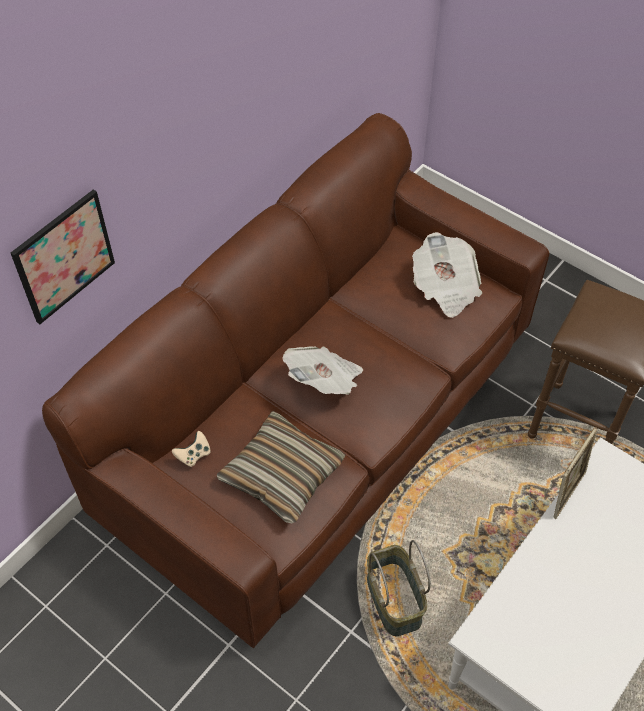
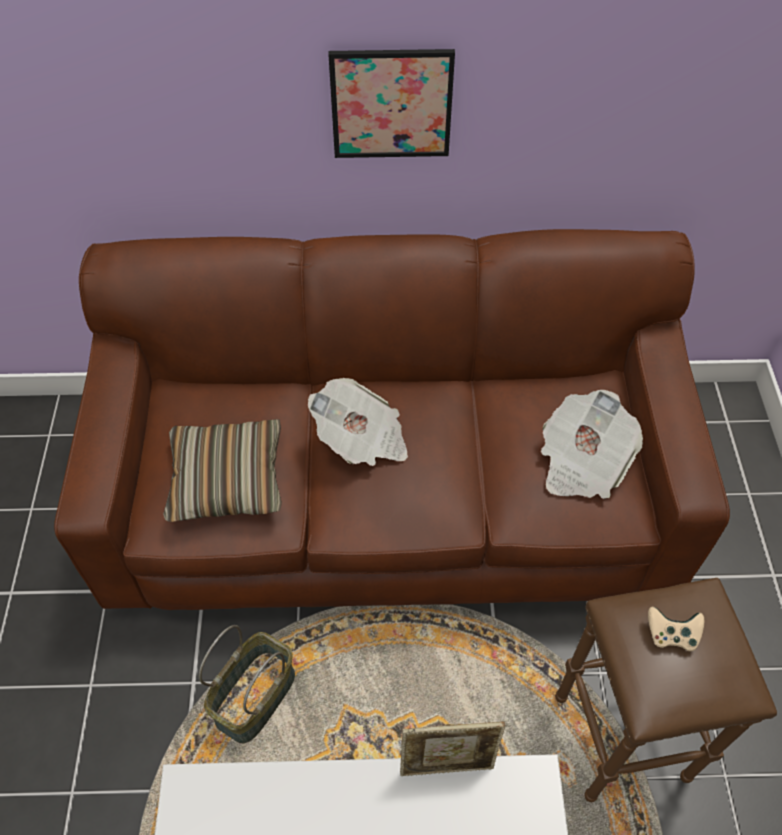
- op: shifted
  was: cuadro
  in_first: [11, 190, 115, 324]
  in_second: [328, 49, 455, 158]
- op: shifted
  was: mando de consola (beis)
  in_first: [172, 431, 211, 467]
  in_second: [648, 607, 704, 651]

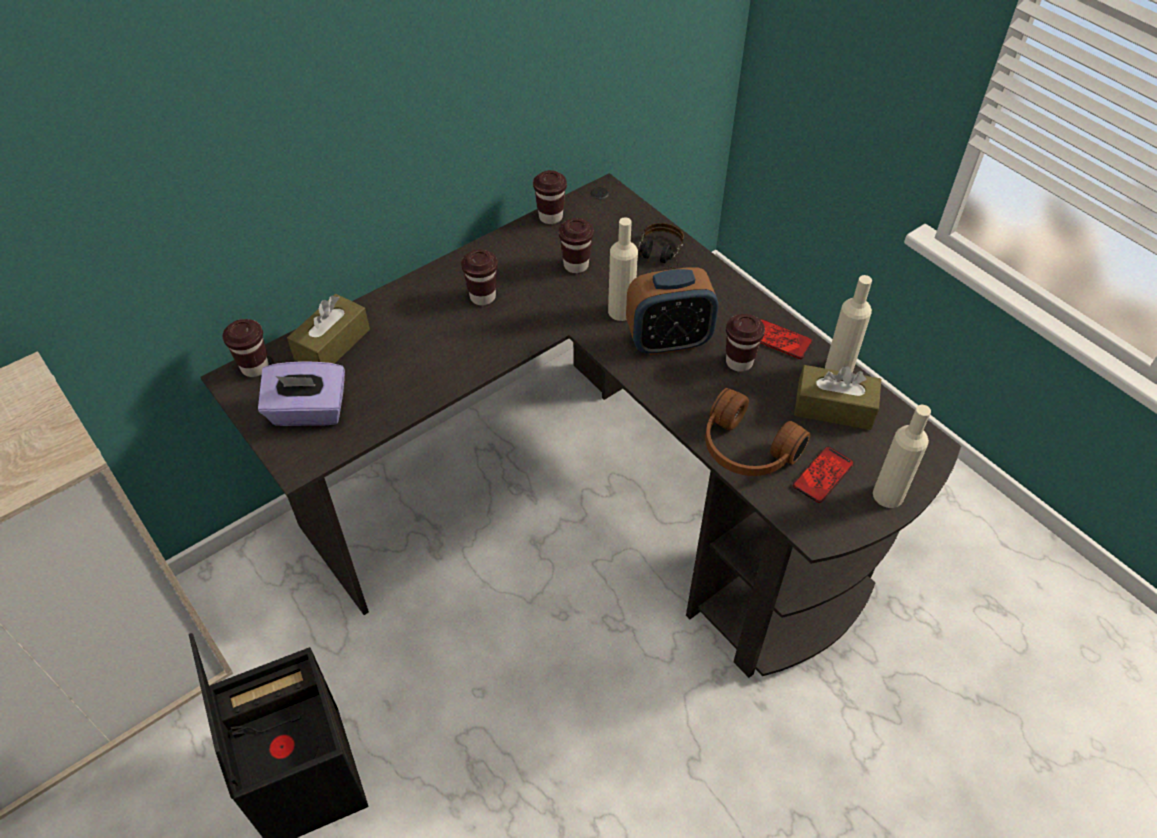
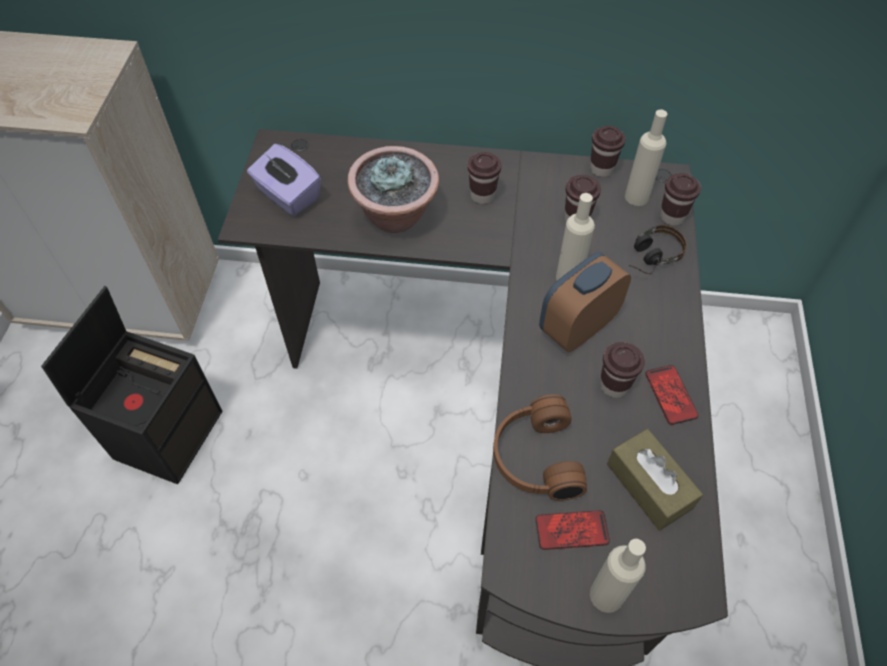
- op: shifted
  was: taza (marrón)
  in_first: [222, 319, 269, 377]
  in_second: [660, 173, 701, 226]
- op: gone
  was: caja de pañuelos (marrón)
  in_first: [287, 294, 370, 364]
- op: rotated
  was: despertador
  in_first: [626, 267, 718, 355]
  in_second: [539, 252, 631, 352]
  clockwise: 105
- op: shifted
  was: botella (beis)
  in_first: [825, 275, 872, 373]
  in_second: [625, 109, 667, 206]
- op: new
  now: planta en maceta
  in_second: [347, 146, 439, 233]

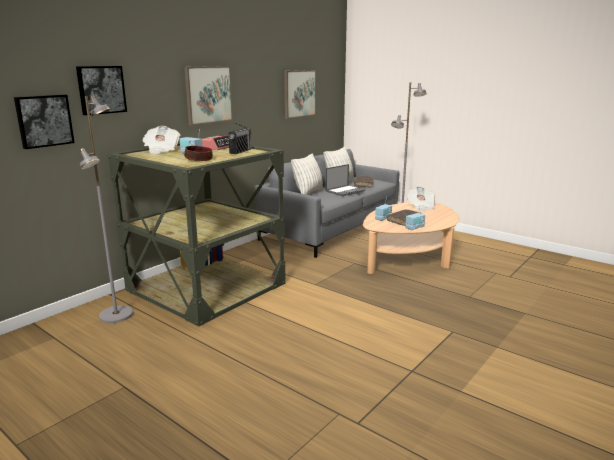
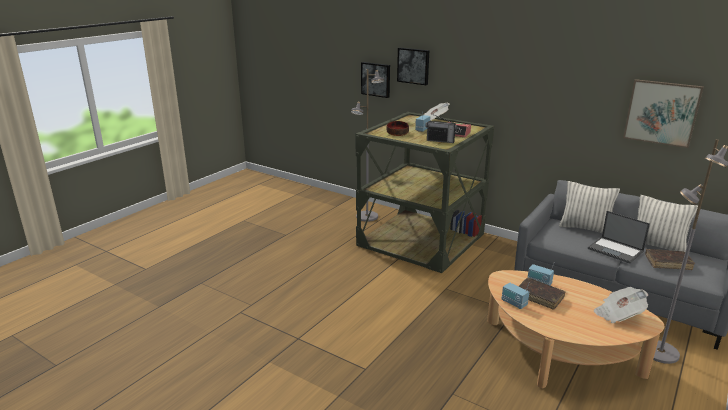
- op: gone
  was: cuadro
  in_first: [185, 66, 233, 125]

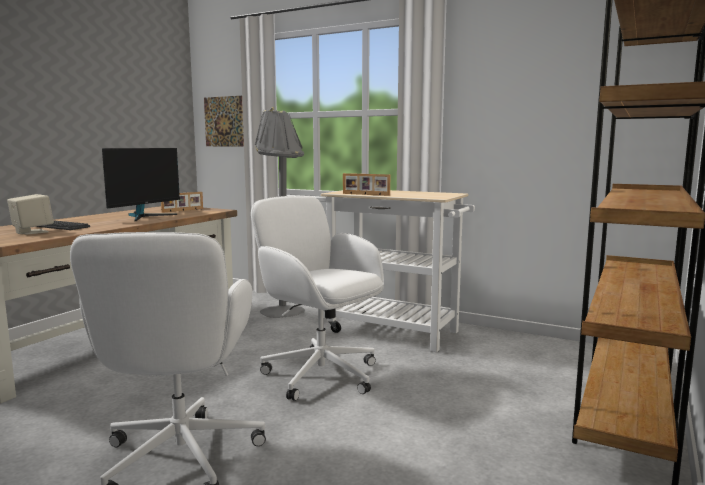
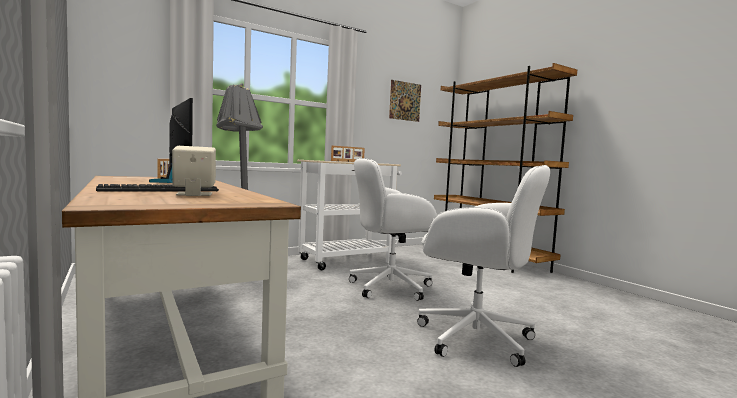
- op: shifted
  was: cuadro
  in_first: [204, 96, 244, 146]
  in_second: [389, 80, 421, 122]

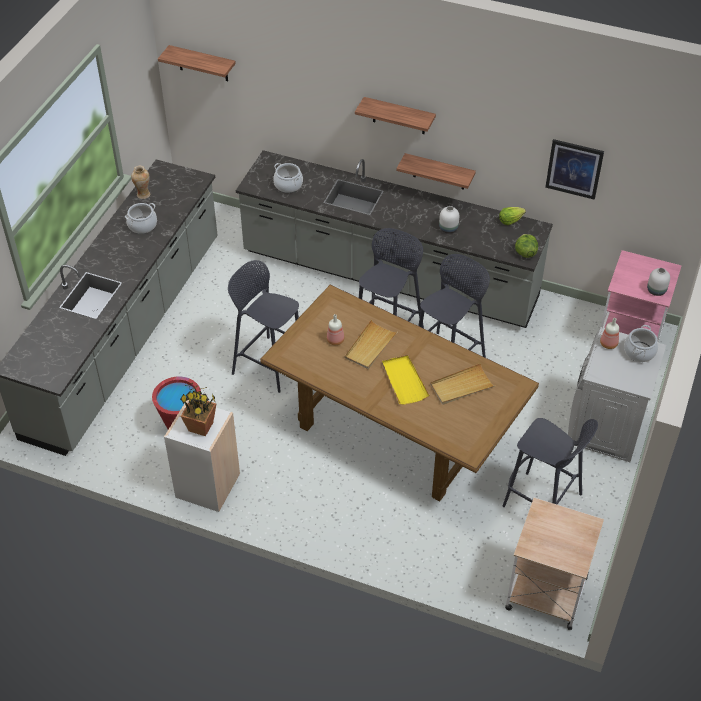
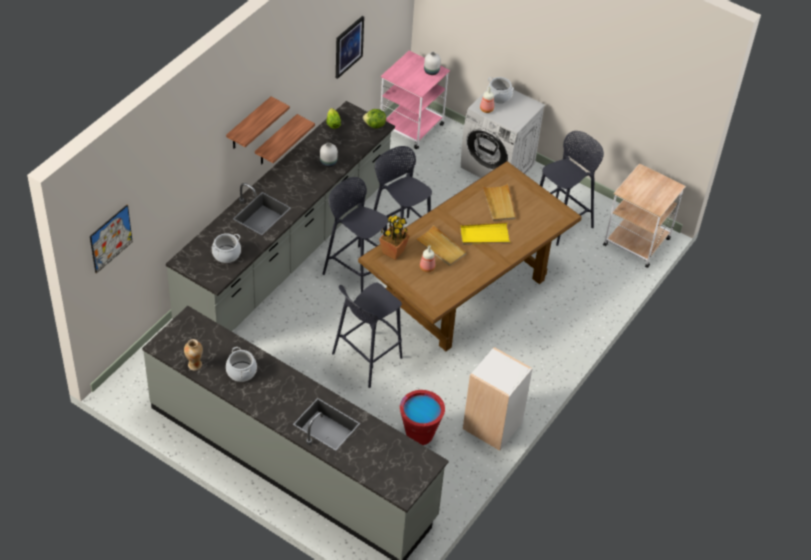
- op: swapped
  was: estante
  now: cuadro
  in_first: [158, 45, 236, 81]
  in_second: [90, 205, 133, 274]
- op: shifted
  was: planta en maceta
  in_first: [180, 383, 217, 436]
  in_second: [379, 215, 410, 260]

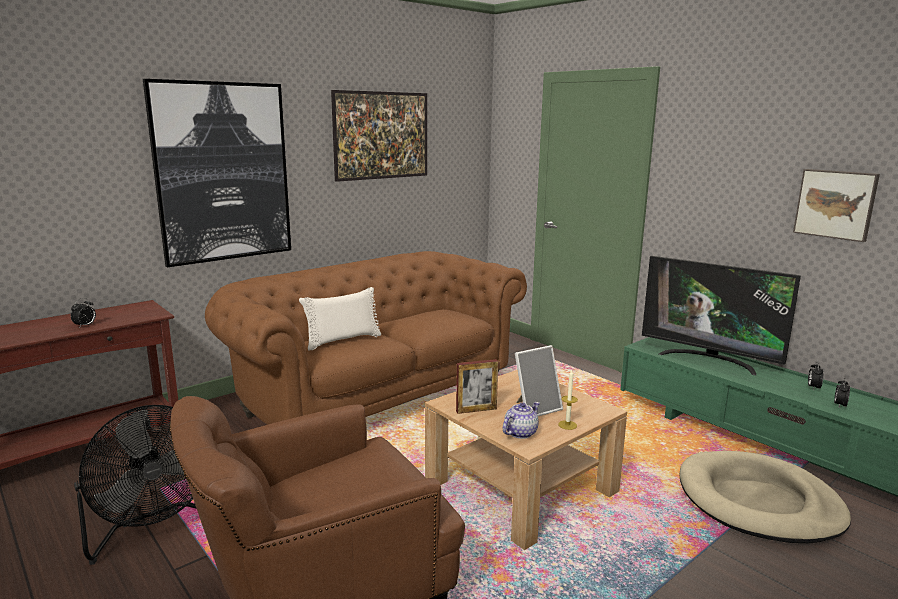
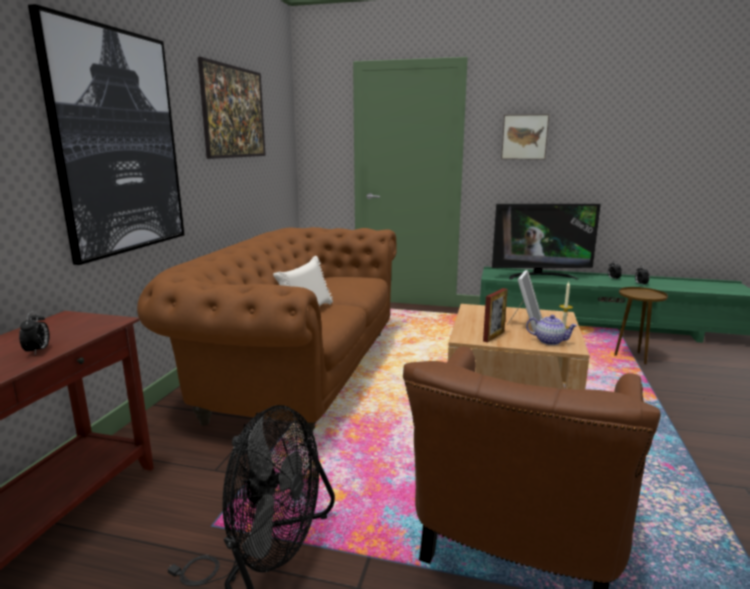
- op: rotated
  was: tetera
  in_first: [503, 402, 540, 439]
  in_second: [526, 315, 578, 345]
  clockwise: 105
- op: swapped
  was: cama para perro (beis)
  now: mesa auxiliar (marrón)
  in_first: [679, 451, 851, 543]
  in_second: [614, 287, 668, 364]
- op: shifted
  was: cuadro
  in_first: [793, 169, 880, 242]
  in_second: [501, 114, 549, 160]

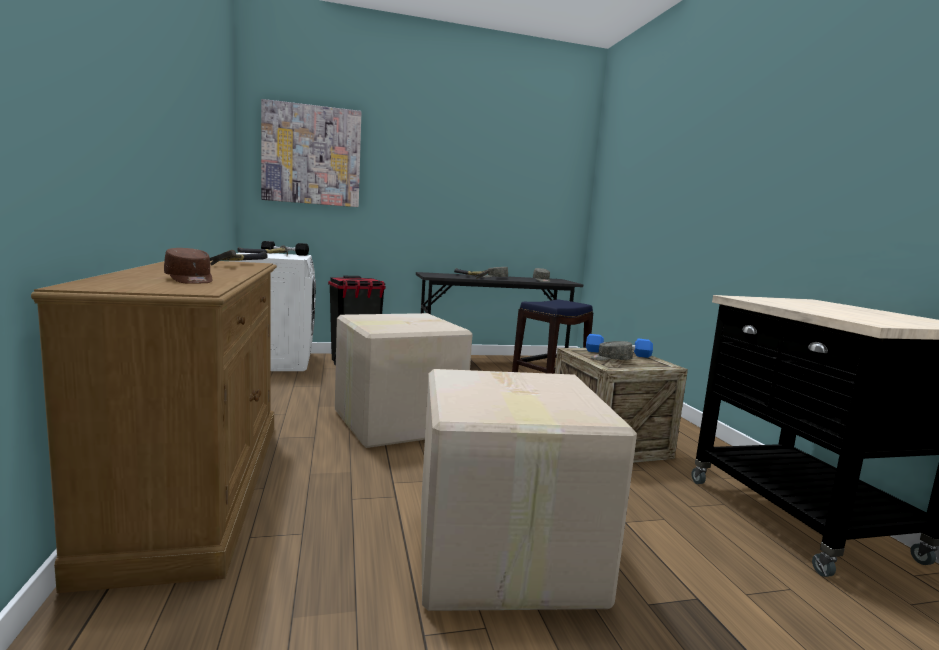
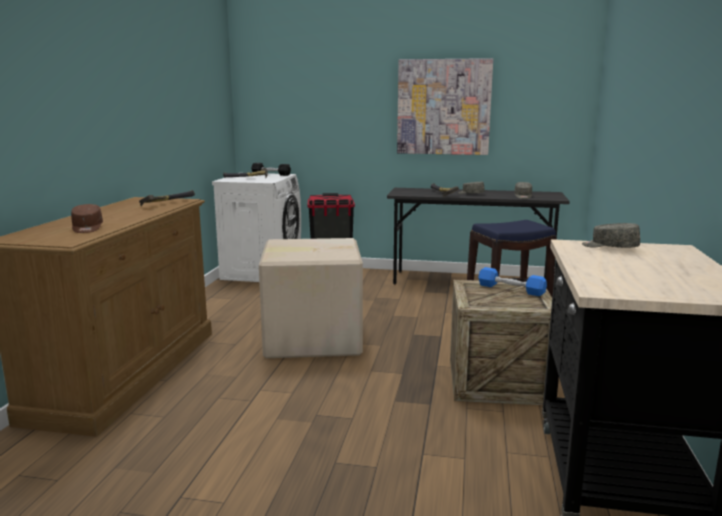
- op: shifted
  was: cuadro
  in_first: [261, 99, 361, 207]
  in_second: [397, 58, 493, 155]
- op: gone
  was: caja de cartón
  in_first: [421, 369, 637, 611]
- op: shifted
  was: gorra (gris)
  in_first: [590, 341, 633, 360]
  in_second: [582, 223, 640, 248]

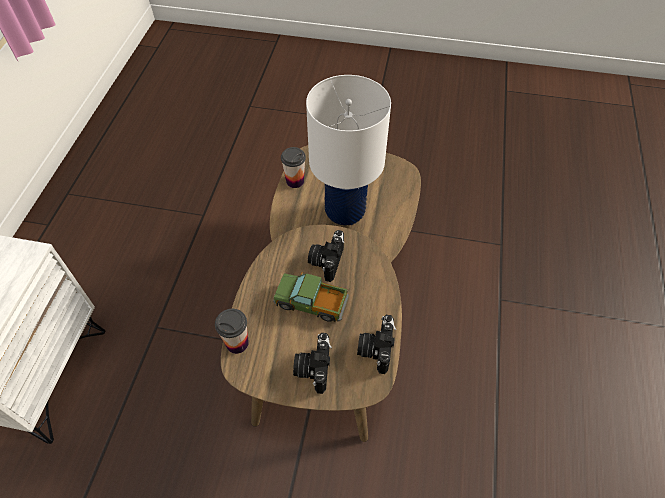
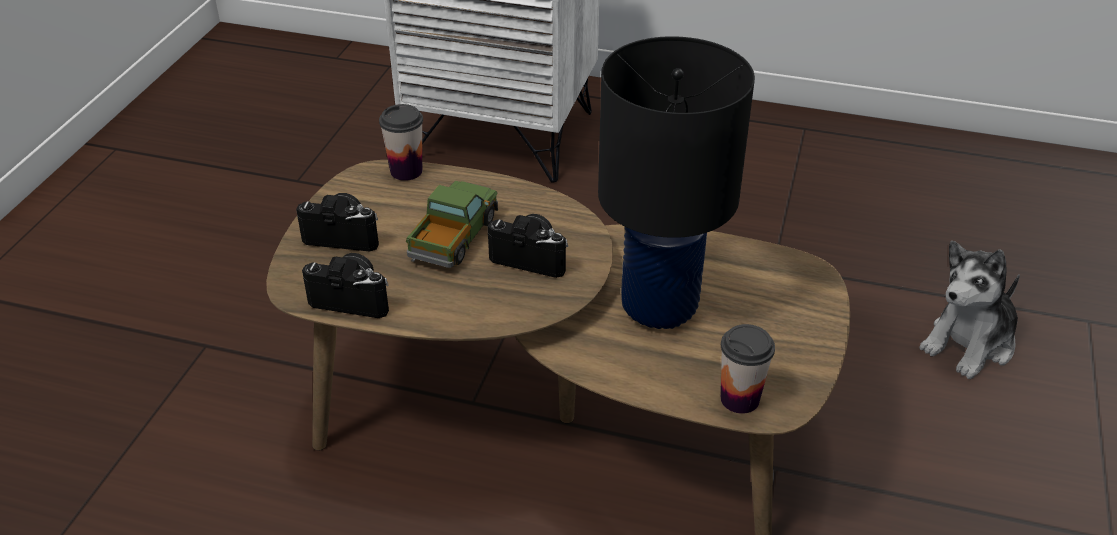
- op: shifted
  was: taza
  in_first: [281, 147, 306, 188]
  in_second: [721, 324, 775, 414]
- op: repainted
  was: lámpara de mesa (blanco)
  now: lámpara de mesa (negro)
  in_first: [306, 75, 391, 225]
  in_second: [598, 36, 755, 329]
- op: new
  now: peluche
  in_second: [919, 241, 1020, 379]

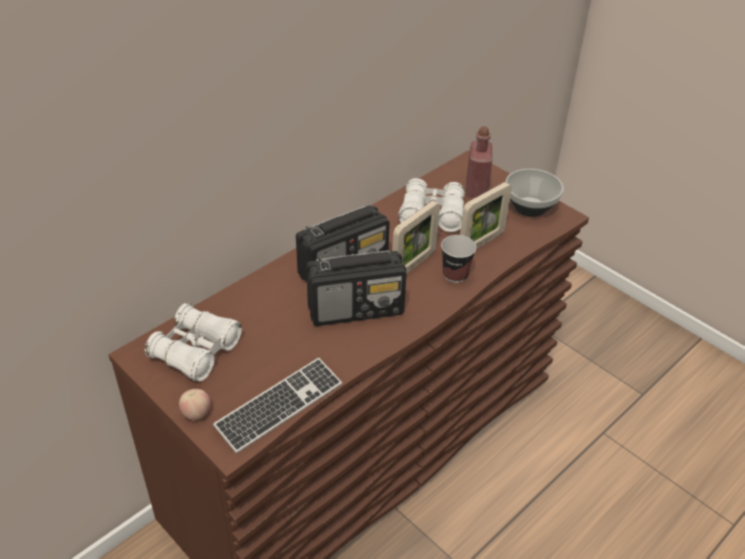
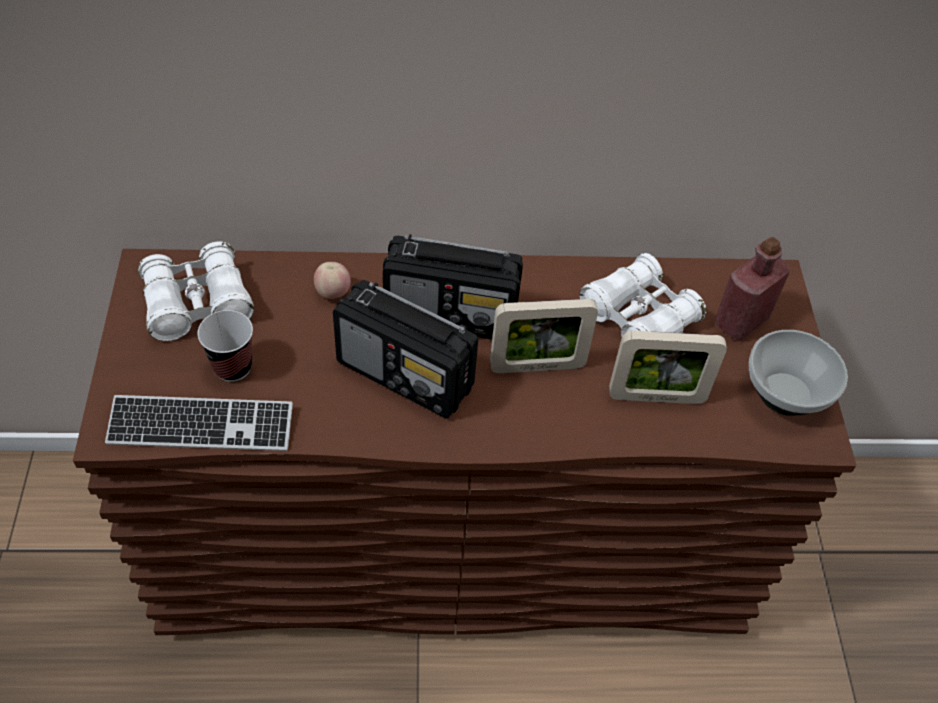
- op: shifted
  was: manzana
  in_first: [179, 389, 211, 420]
  in_second: [314, 262, 351, 299]
- op: shifted
  was: taza
  in_first: [441, 235, 476, 283]
  in_second: [197, 310, 253, 382]

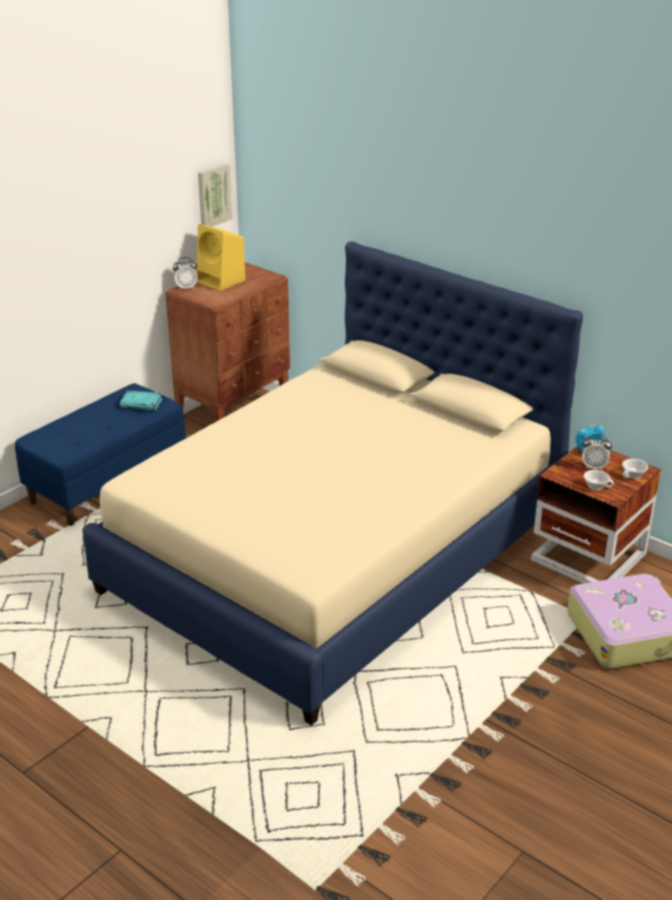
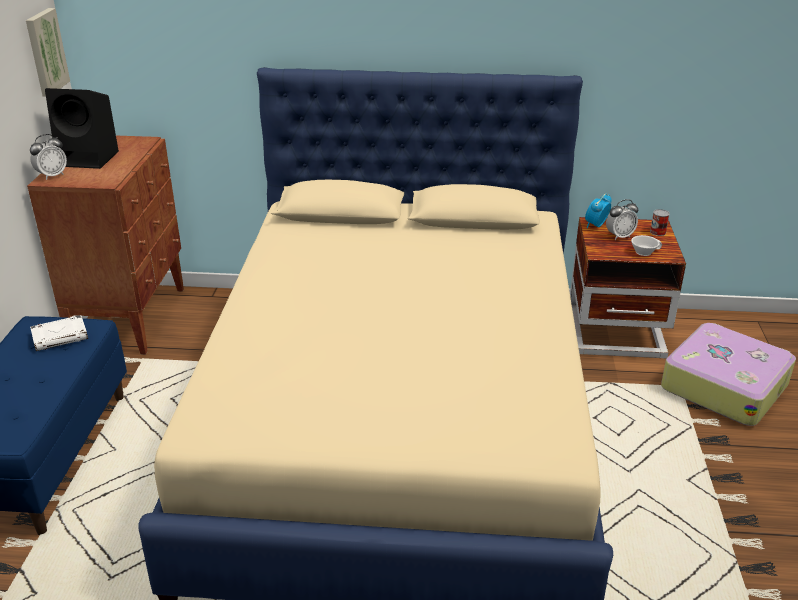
- op: repainted
  was: libro (turquesa)
  now: libro (blanco)
  in_first: [120, 391, 162, 411]
  in_second: [30, 315, 88, 351]
- op: repainted
  was: altavoz (amarillo)
  now: altavoz (negro)
  in_first: [196, 224, 245, 291]
  in_second: [45, 88, 119, 169]
- op: swapped
  was: taza (blanco)
  now: lata
  in_first: [622, 459, 648, 479]
  in_second: [650, 209, 670, 236]

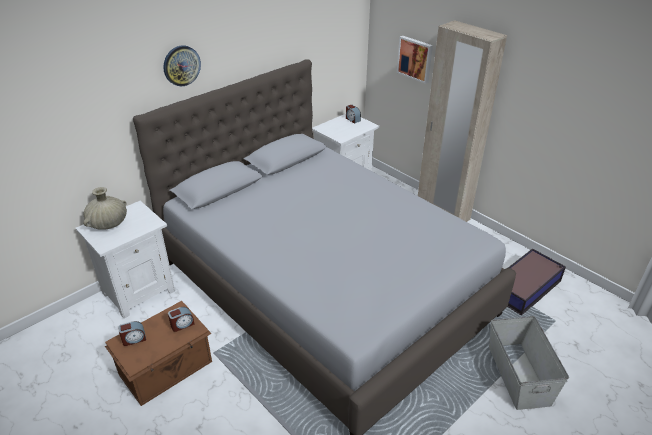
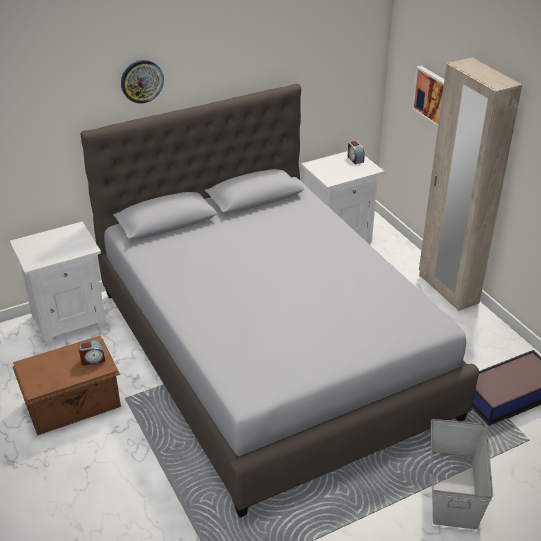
- op: gone
  was: florero (beis)
  in_first: [83, 187, 127, 230]
- op: gone
  was: despertador
  in_first: [118, 321, 146, 346]

